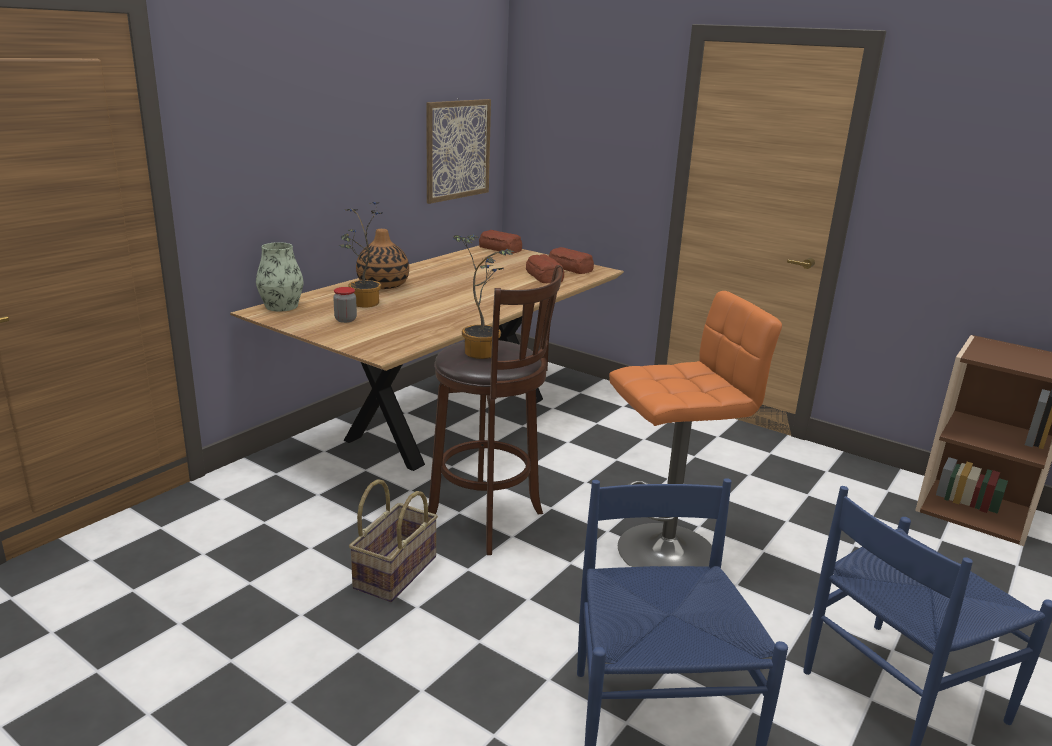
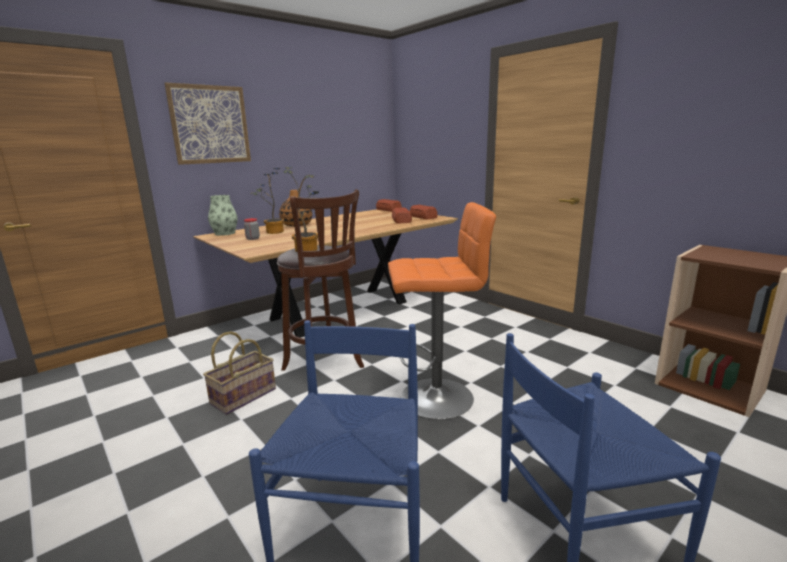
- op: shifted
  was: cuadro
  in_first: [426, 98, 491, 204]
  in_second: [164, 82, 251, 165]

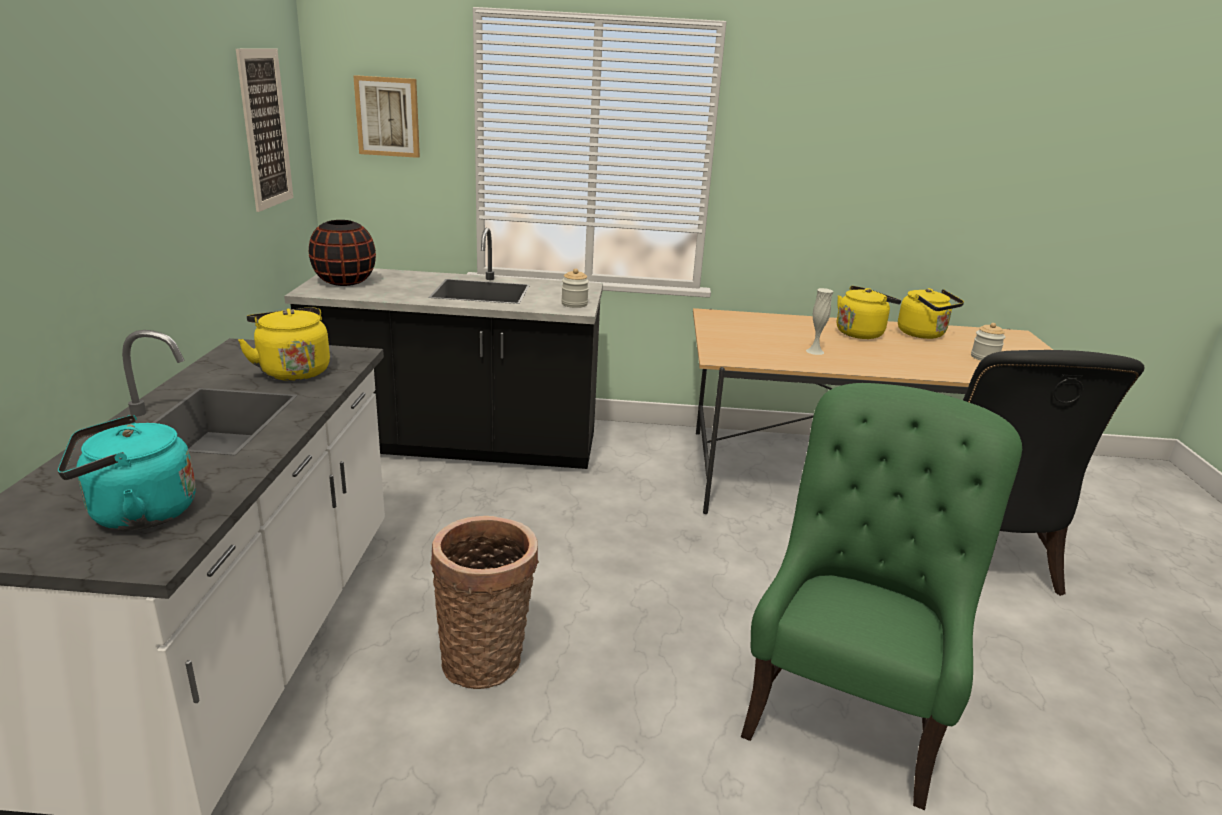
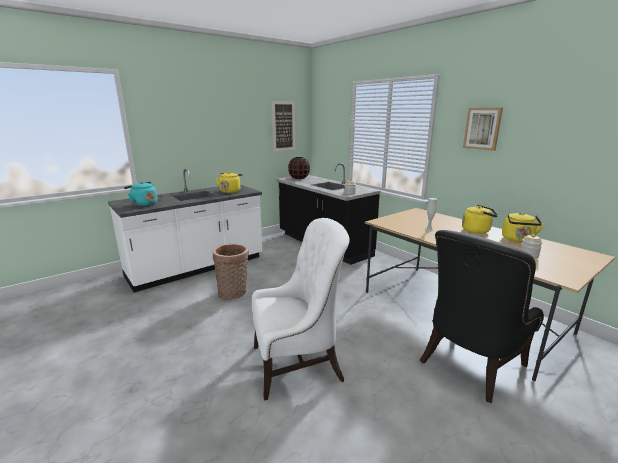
- op: shifted
  was: cuadro
  in_first: [354, 75, 420, 158]
  in_second: [463, 108, 503, 151]
- op: repainted
  was: silla (verde)
  now: silla (blanco)
  in_first: [741, 383, 1022, 810]
  in_second: [252, 218, 349, 400]

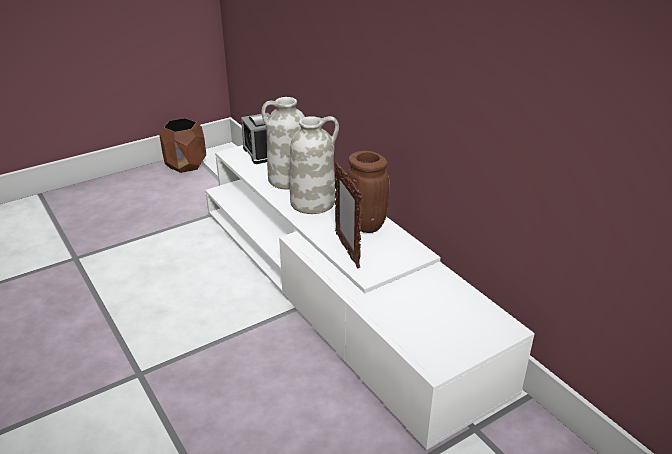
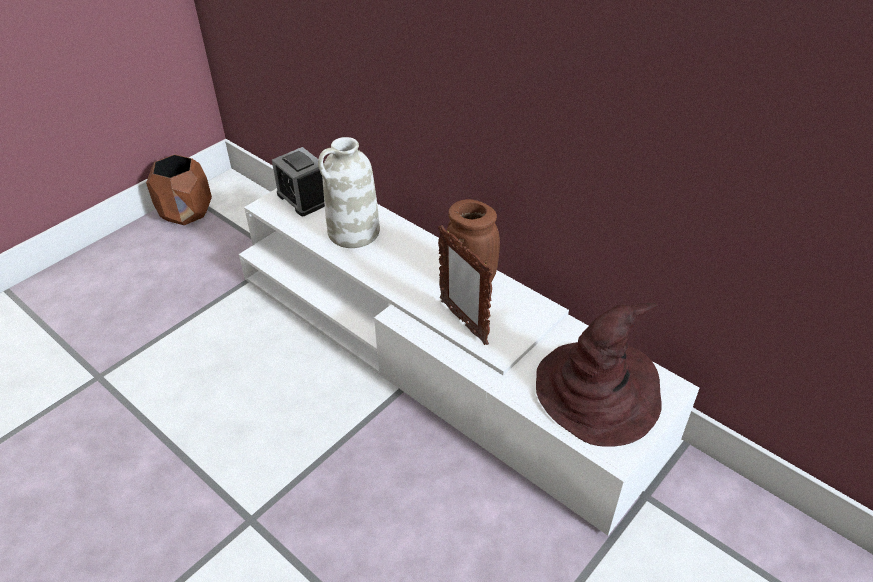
- op: gone
  was: florero (blanco)
  in_first: [290, 116, 339, 214]
- op: new
  now: sombrero (marrón)
  in_second: [536, 303, 662, 447]

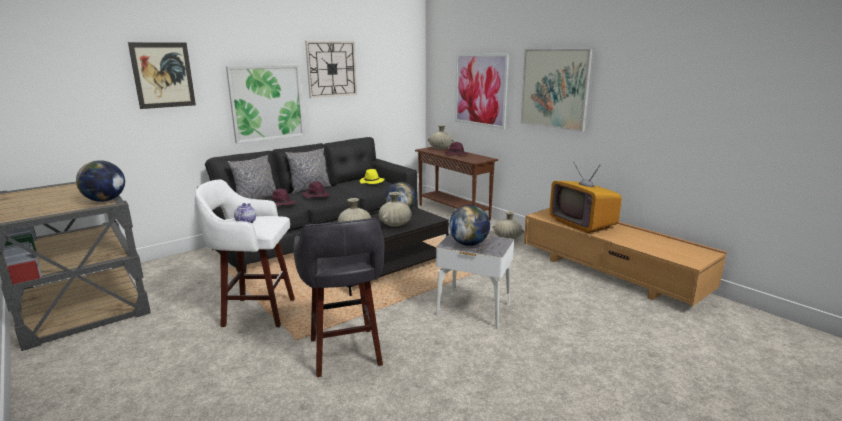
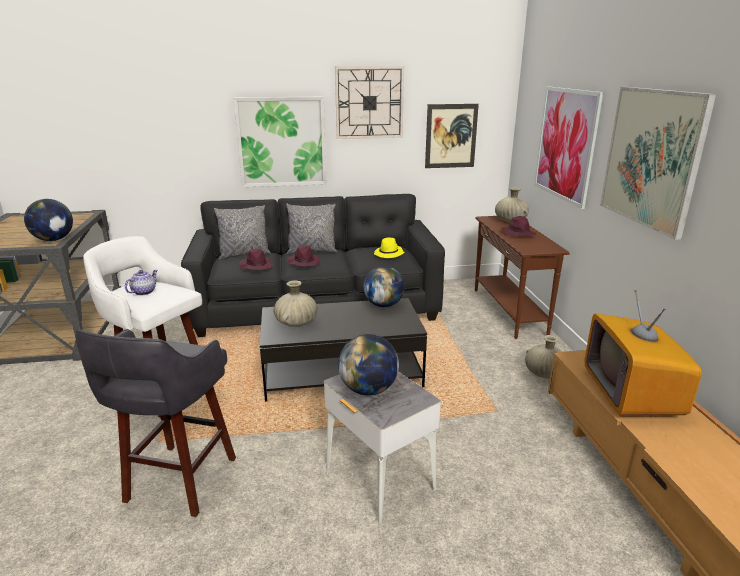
- op: shifted
  was: cuadro
  in_first: [128, 42, 196, 109]
  in_second: [425, 104, 479, 168]
- op: gone
  was: florero (beis)
  in_first: [379, 192, 411, 227]

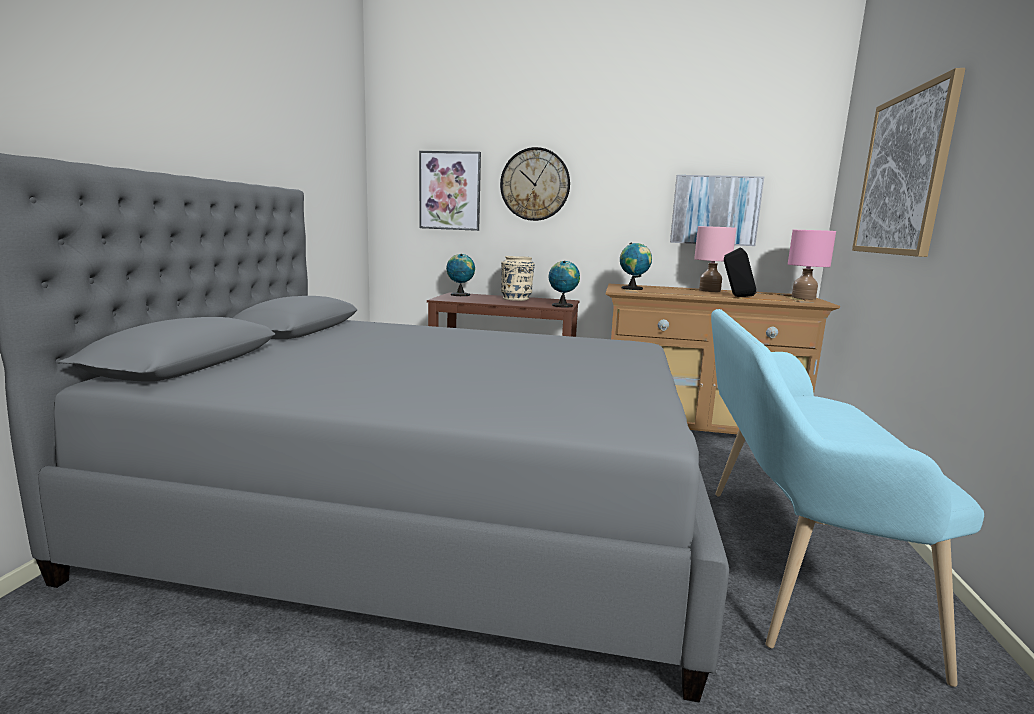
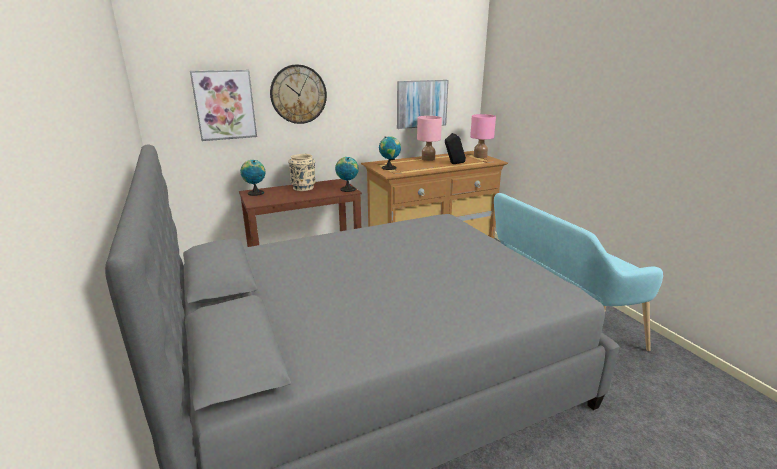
- op: gone
  was: cuadro
  in_first: [852, 68, 966, 257]

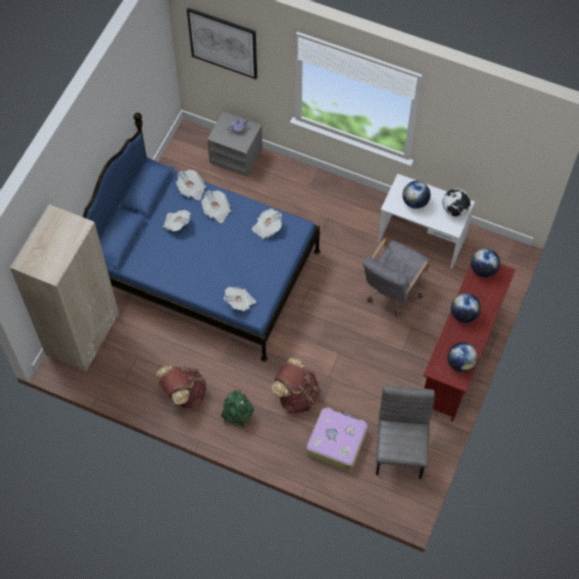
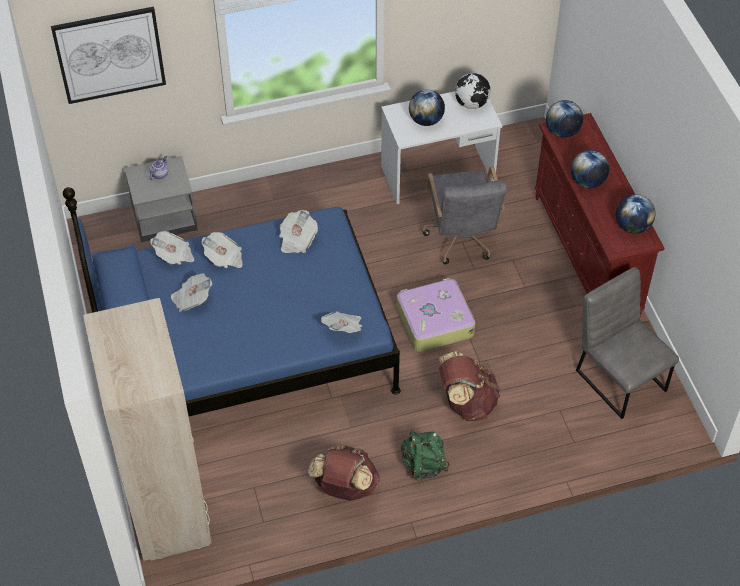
- op: shifted
  was: maleta
  in_first: [306, 407, 368, 471]
  in_second: [397, 278, 475, 352]

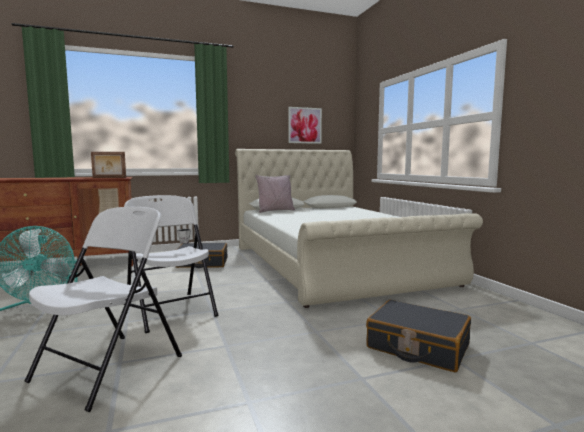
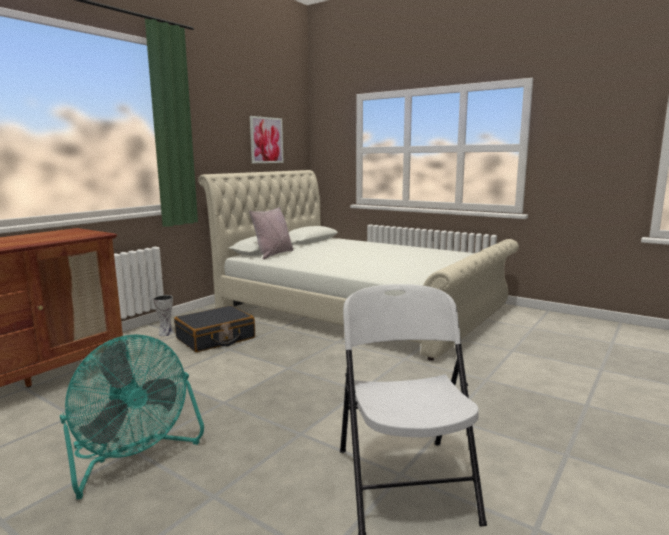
- op: gone
  was: portarretratos
  in_first: [91, 152, 126, 178]
- op: gone
  was: silla (blanco)
  in_first: [124, 195, 219, 333]
- op: gone
  was: maleta (negro)
  in_first: [366, 300, 471, 372]

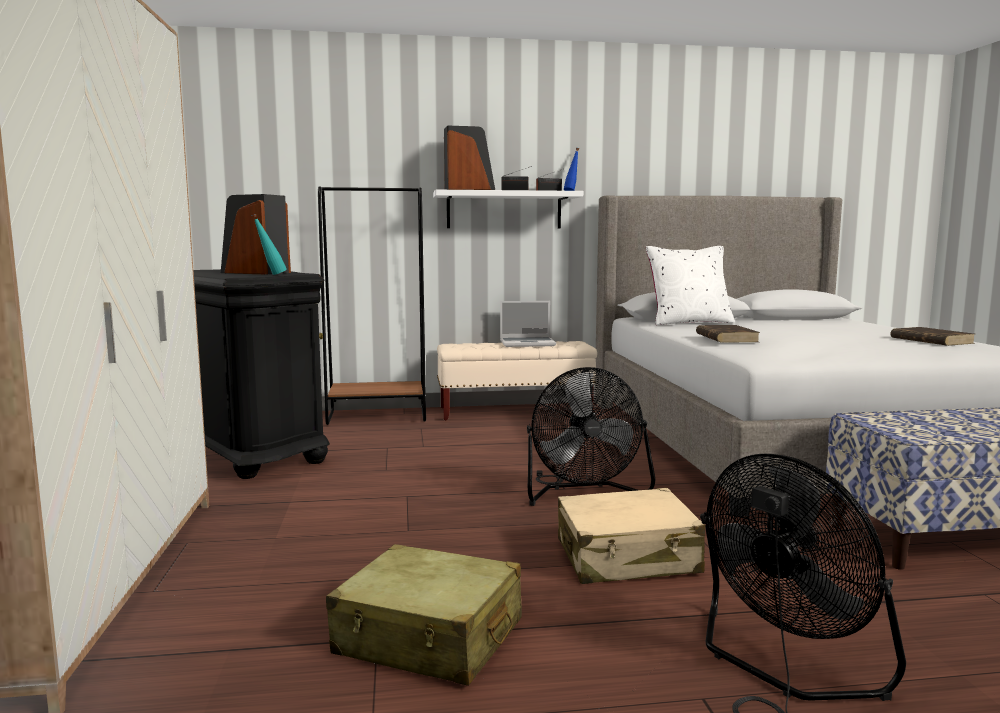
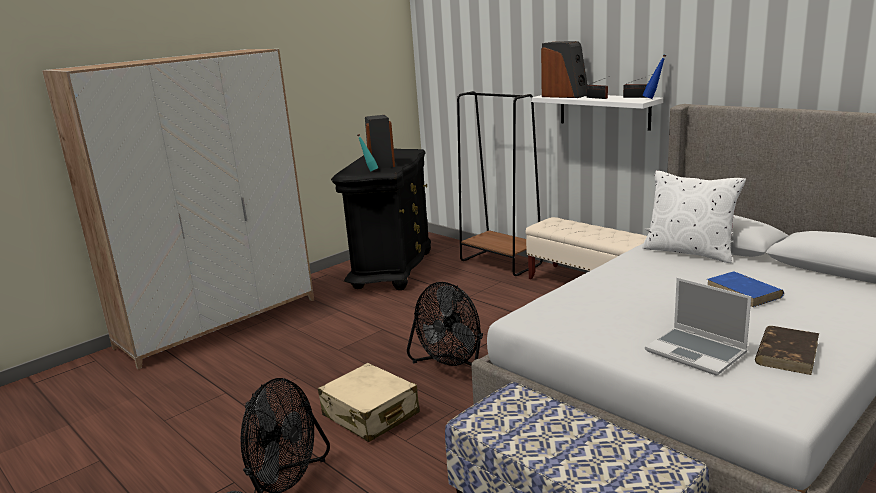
- op: gone
  was: maleta (beis)
  in_first: [326, 544, 522, 686]
- op: shifted
  was: portátil
  in_first: [500, 301, 556, 347]
  in_second: [645, 278, 751, 376]
- op: gone
  was: libro (marrón)
  in_first: [696, 325, 760, 343]
- op: new
  now: libro (azul)
  in_second: [707, 271, 784, 307]

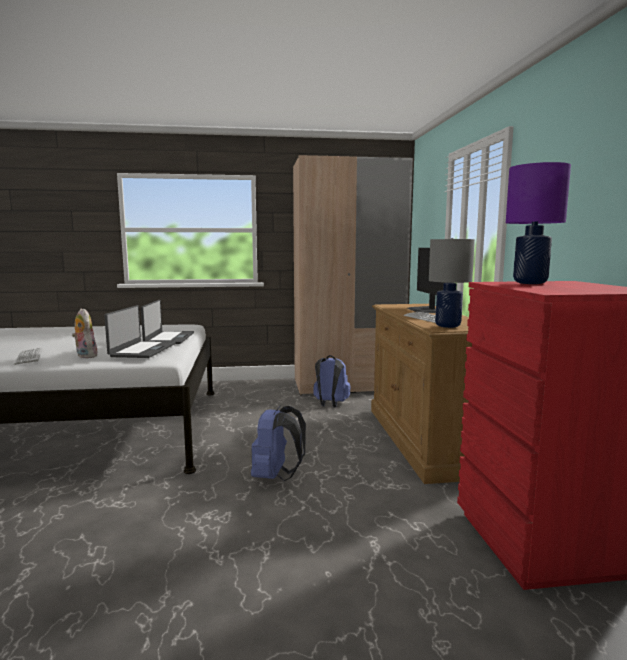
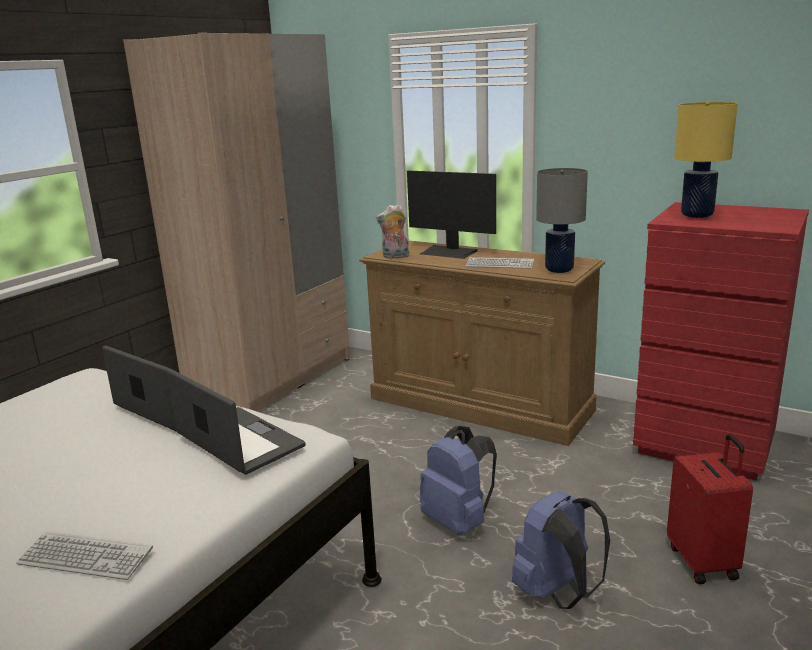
- op: shifted
  was: peluche
  in_first: [72, 308, 97, 358]
  in_second: [376, 204, 410, 259]
- op: shifted
  was: mochila (azul)
  in_first: [314, 355, 350, 407]
  in_second: [512, 492, 610, 609]
- op: repainted
  was: lámpara de mesa (morado)
  now: lámpara de mesa (amarillo)
  in_first: [506, 162, 571, 284]
  in_second: [674, 102, 738, 218]
- op: new
  now: maleta (rojo)
  in_second: [667, 434, 753, 584]

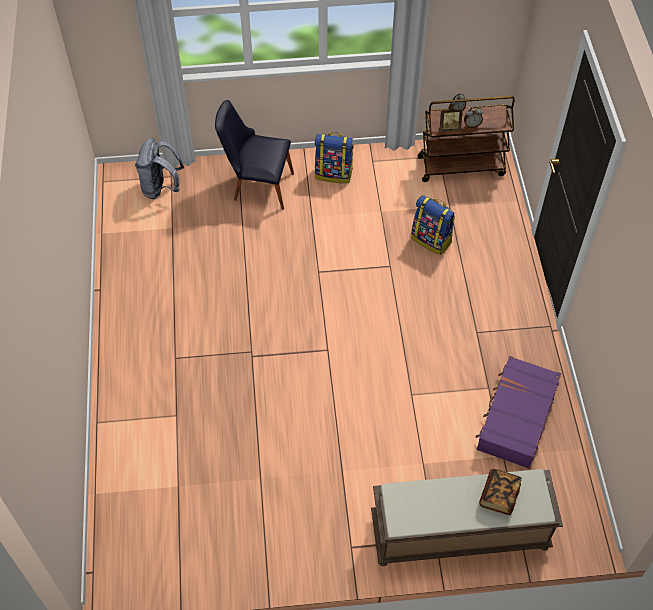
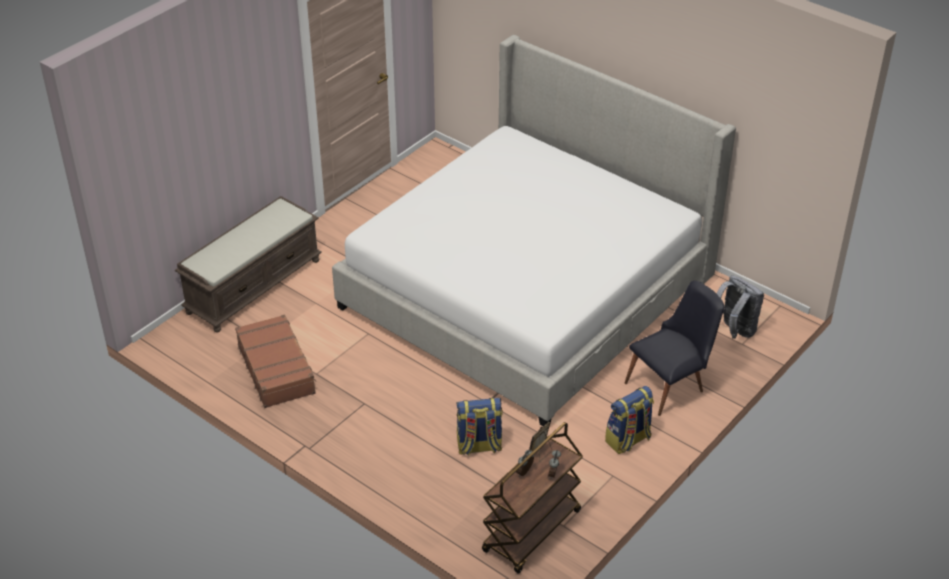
- op: repainted
  was: maleta (morado)
  now: maleta (marrón)
  in_first: [475, 356, 561, 469]
  in_second: [235, 314, 317, 408]
- op: gone
  was: libro
  in_first: [479, 469, 522, 515]
- op: new
  now: cama
  in_second: [332, 35, 736, 426]

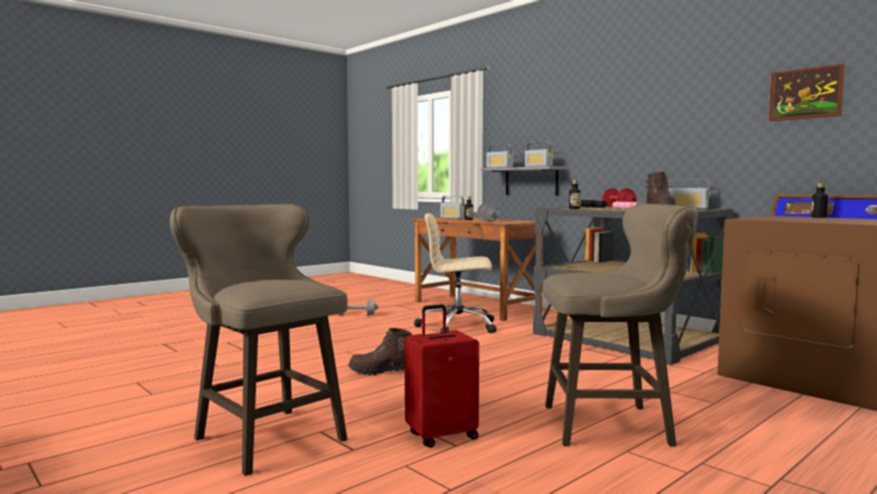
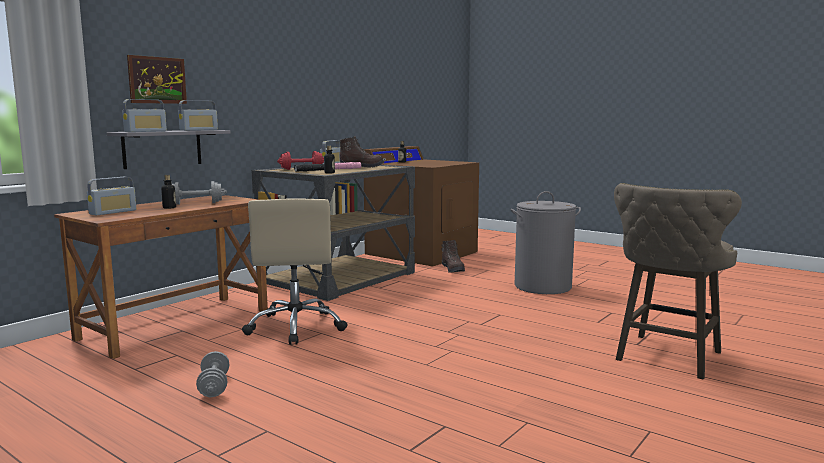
- op: shifted
  was: bota (marrón)
  in_first: [348, 328, 412, 376]
  in_second: [441, 240, 465, 273]
- op: gone
  was: maleta (rojo)
  in_first: [405, 304, 479, 448]
- op: swapped
  was: taburete (beis)
  now: cesto de la ropa (gris)
  in_first: [543, 203, 698, 447]
  in_second: [511, 191, 581, 294]
- op: shifted
  was: cuadro
  in_first: [769, 63, 845, 121]
  in_second: [127, 55, 187, 104]

